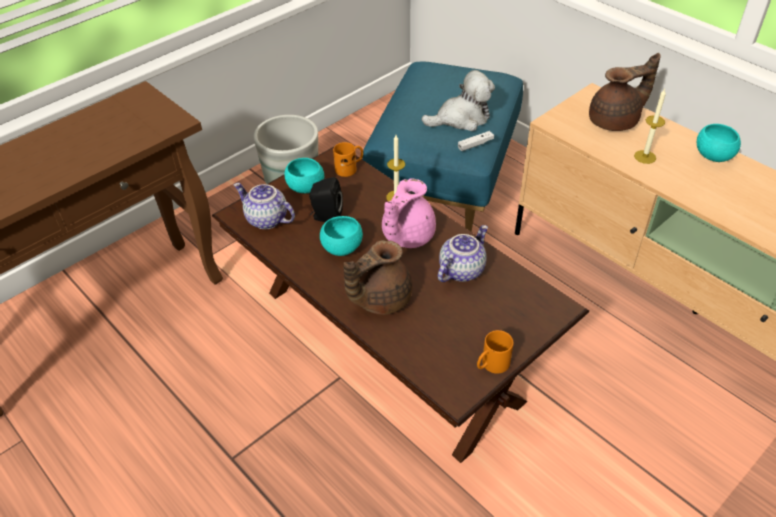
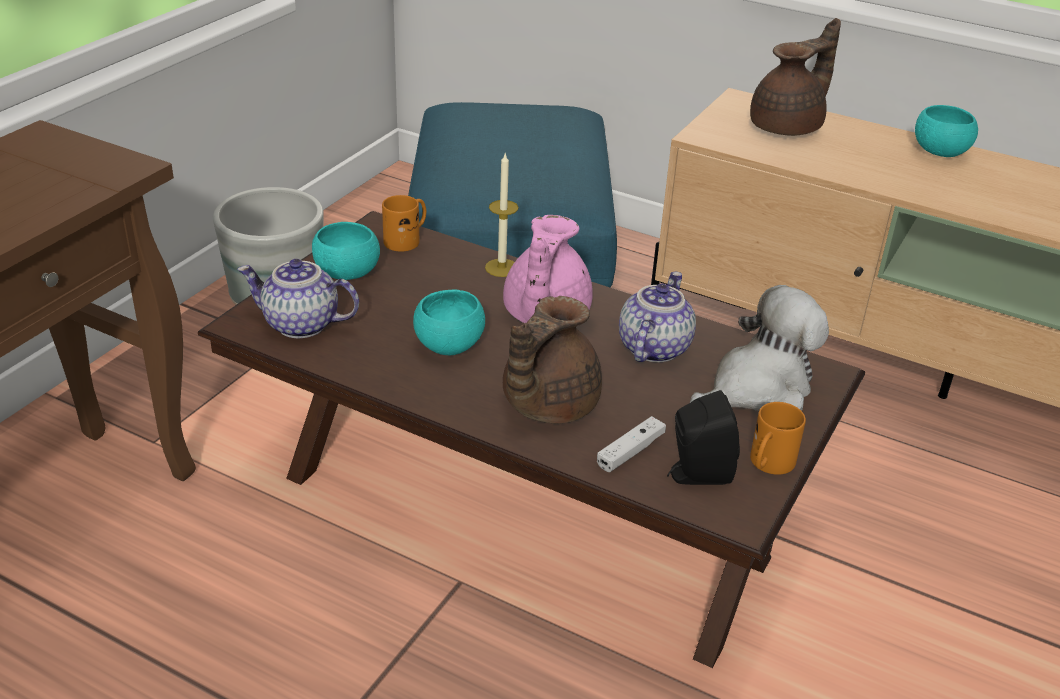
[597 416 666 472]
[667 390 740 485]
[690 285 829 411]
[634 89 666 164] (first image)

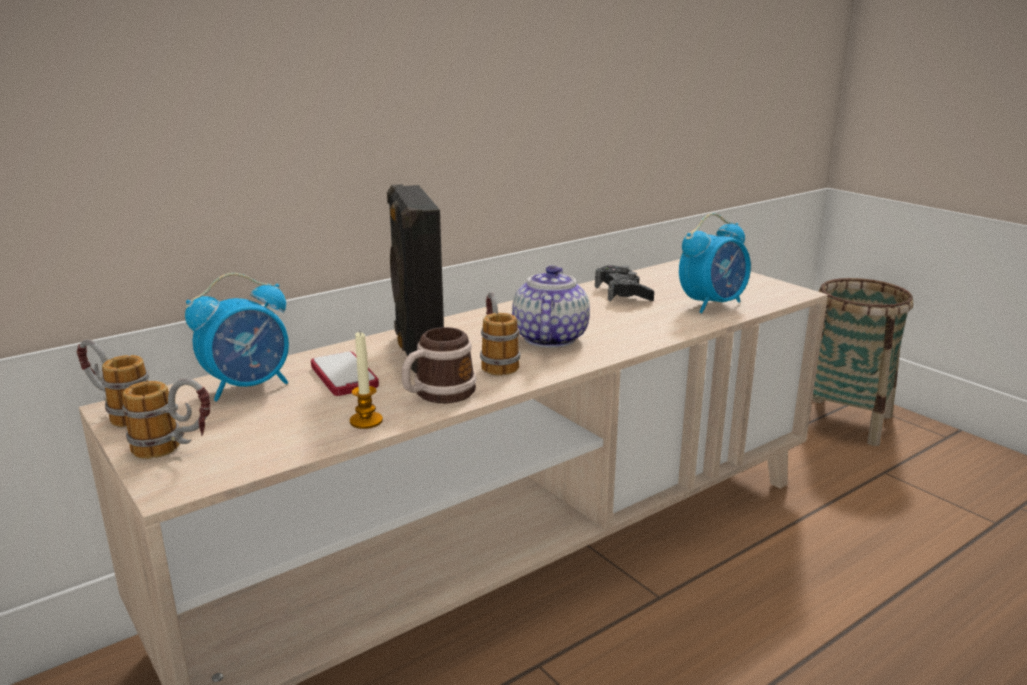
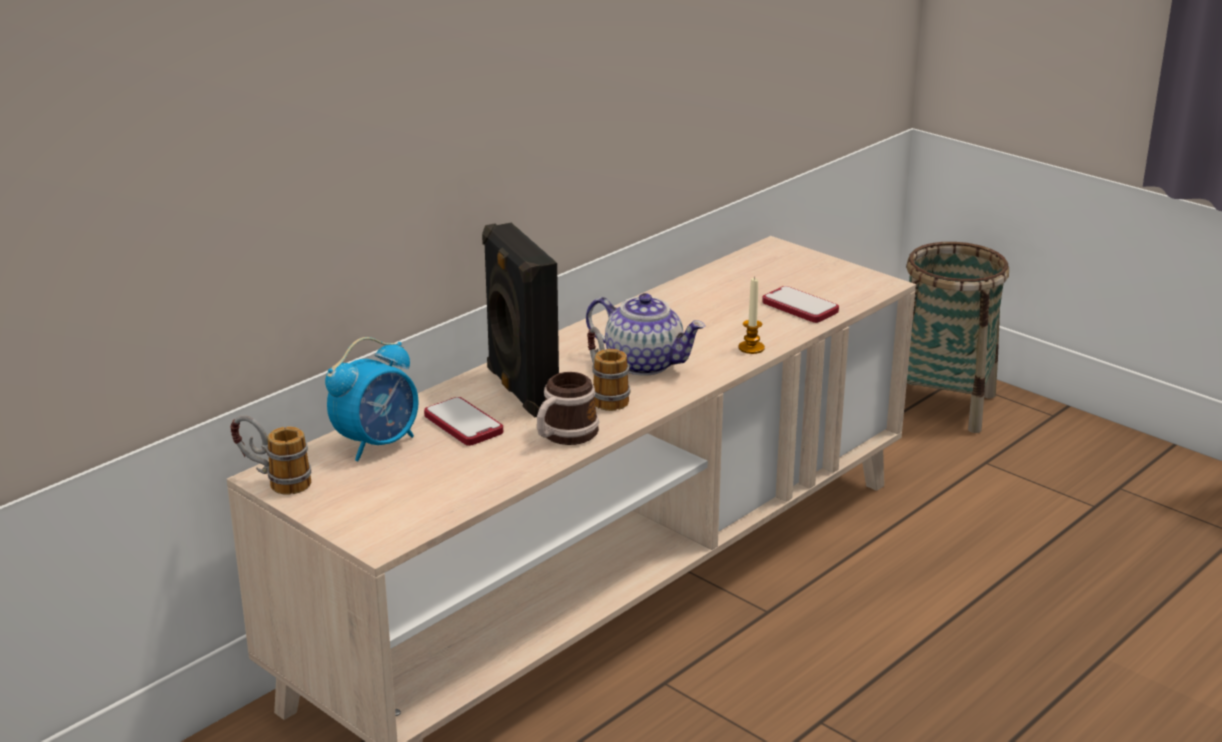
[586 293 705 376]
[738 278 765 354]
[762 286 839 323]
[122 378 211 459] (first image)
[595 265 654 302] (first image)

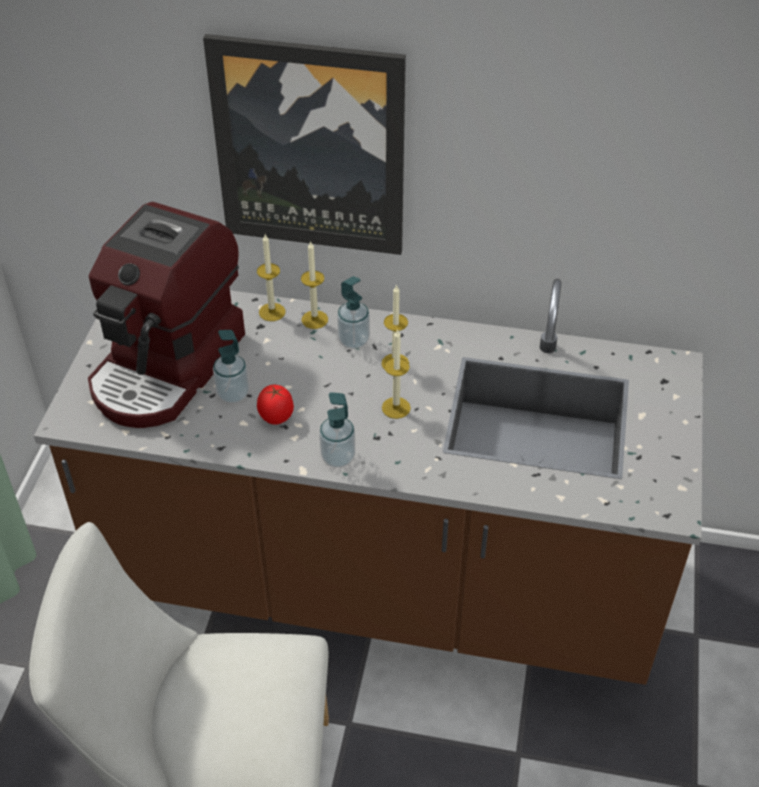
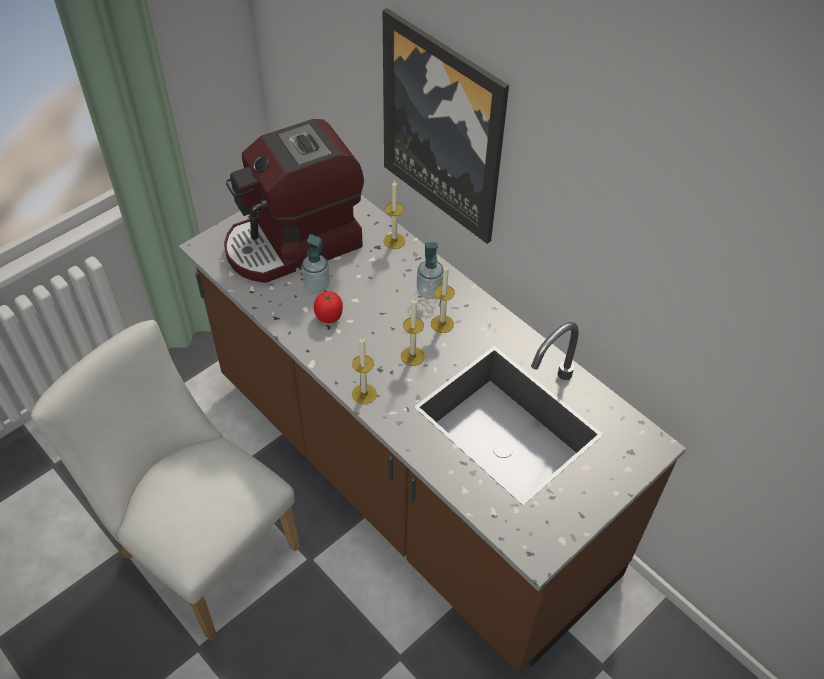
[352 337 377 405]
[319 392 355 468] (first image)

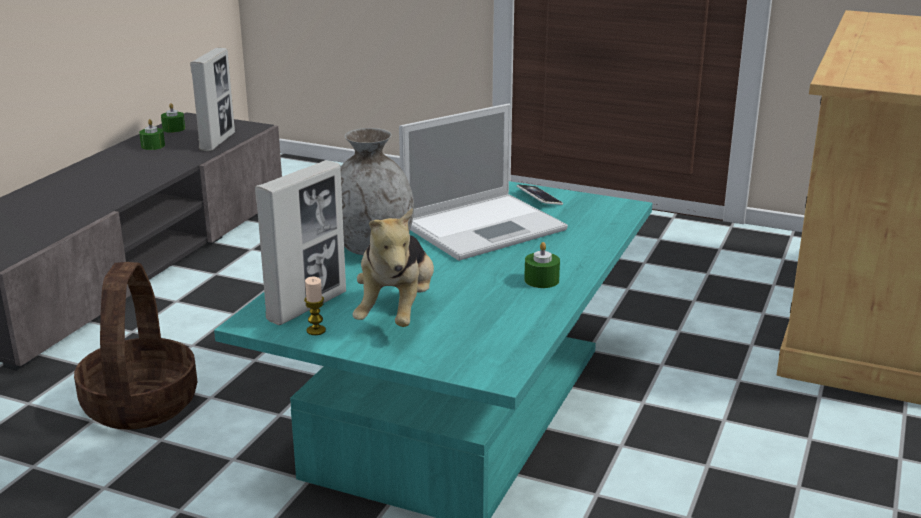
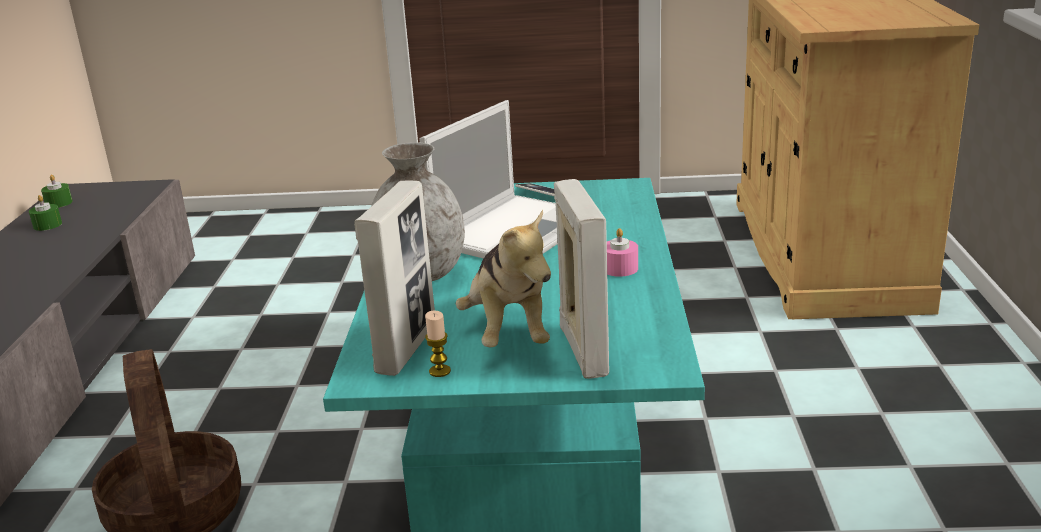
[554 179 609 379]
[607 228 638 277]

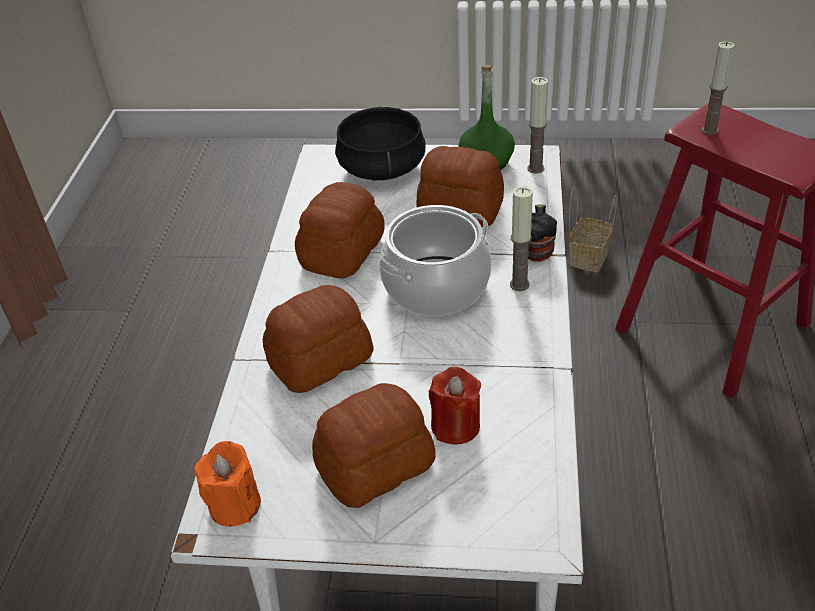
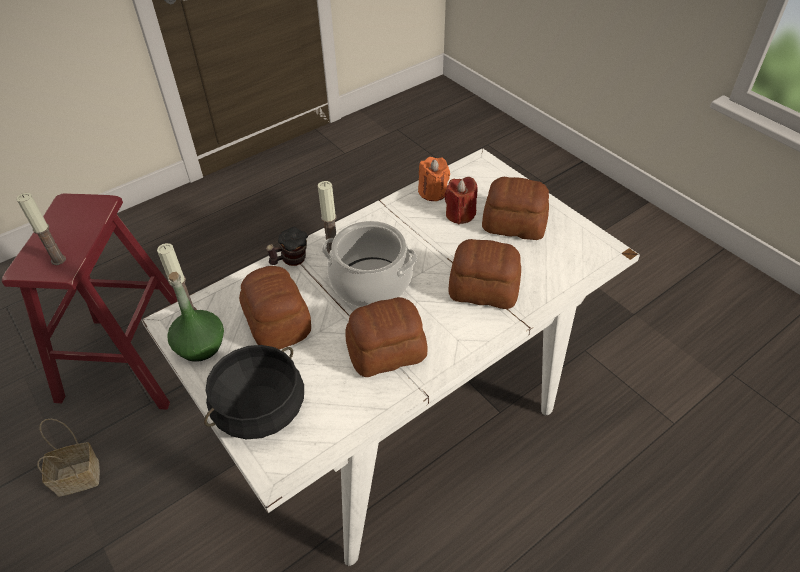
[418 157 450 201]

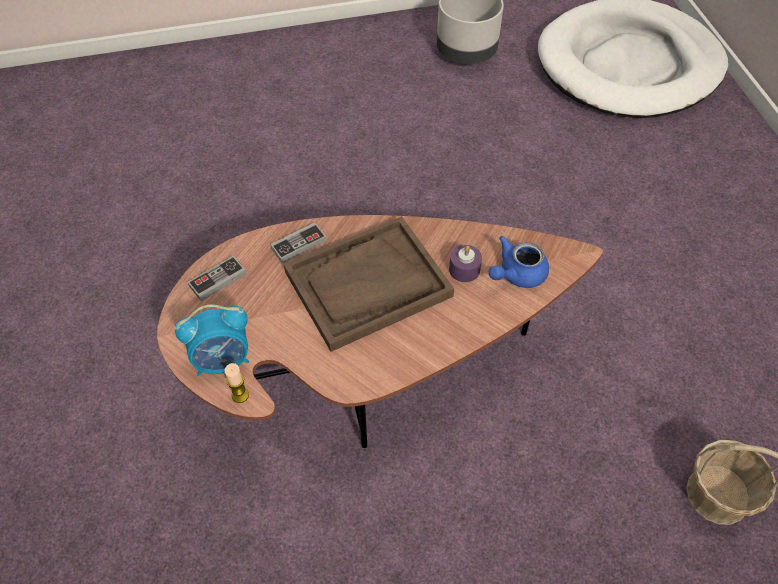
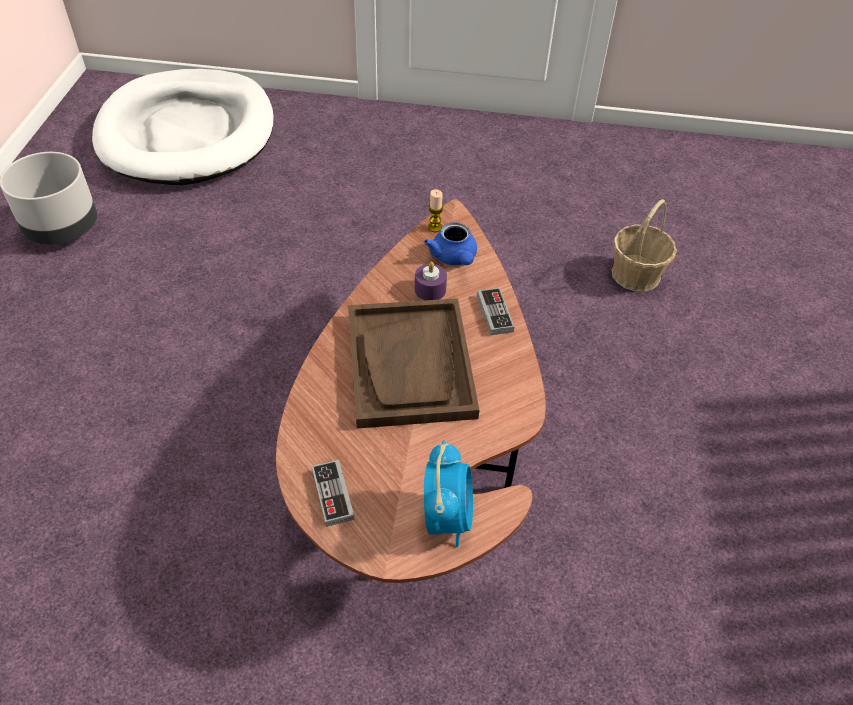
[428 189 444 232]
[477 288 514 335]

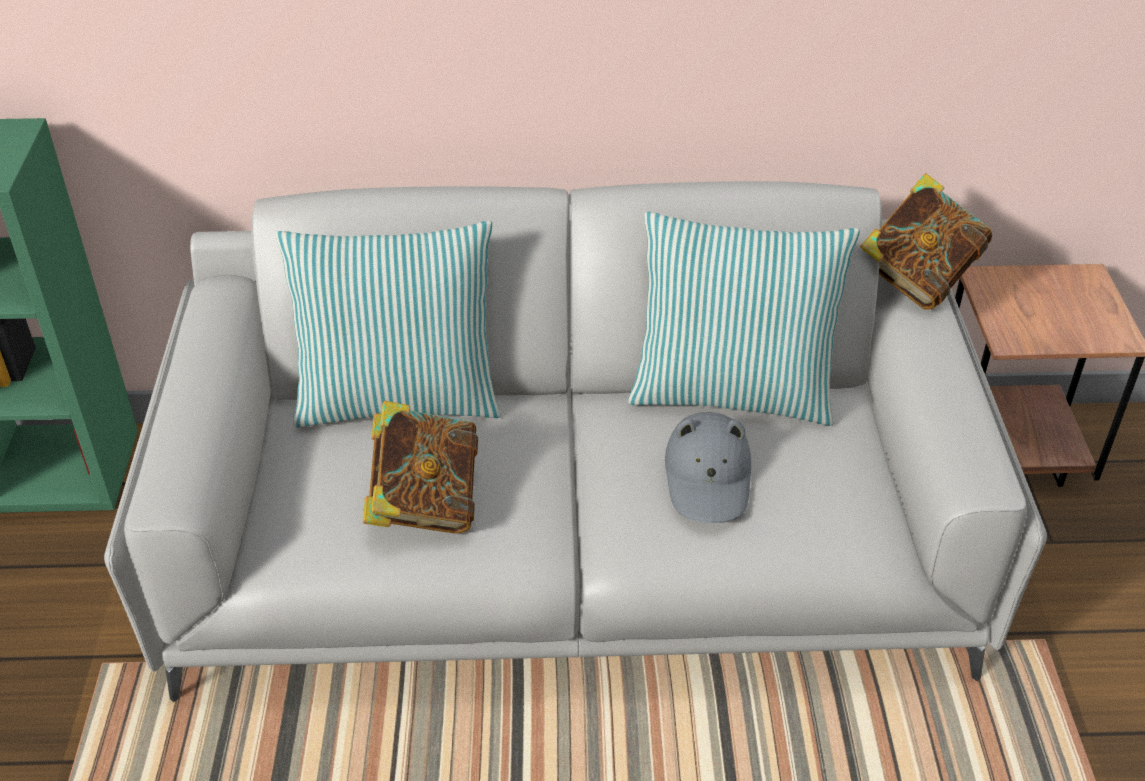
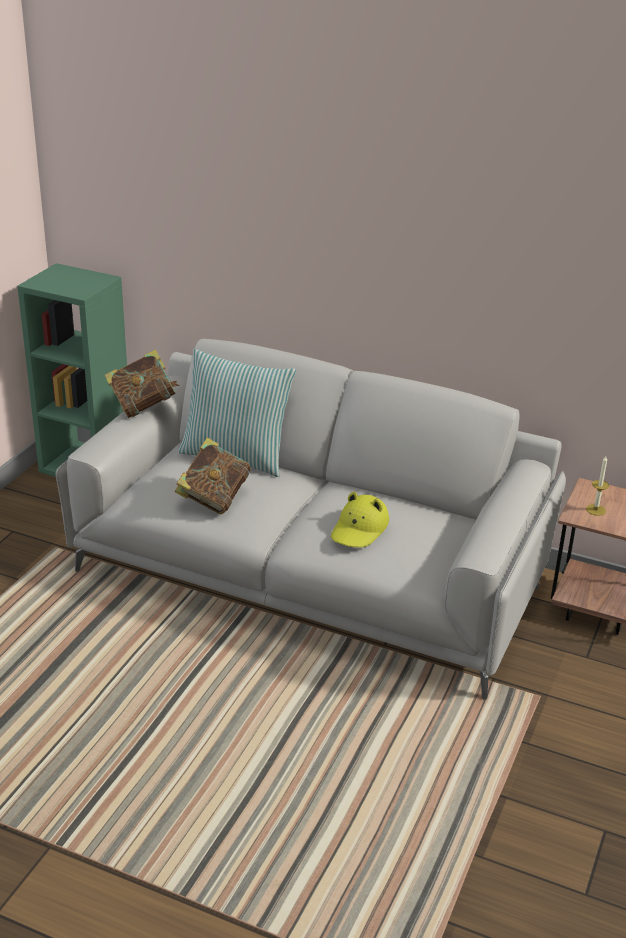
[105 349 179 418]
[331 492 389 548]
[586 456 609 516]
[628 212 860 426] (first image)

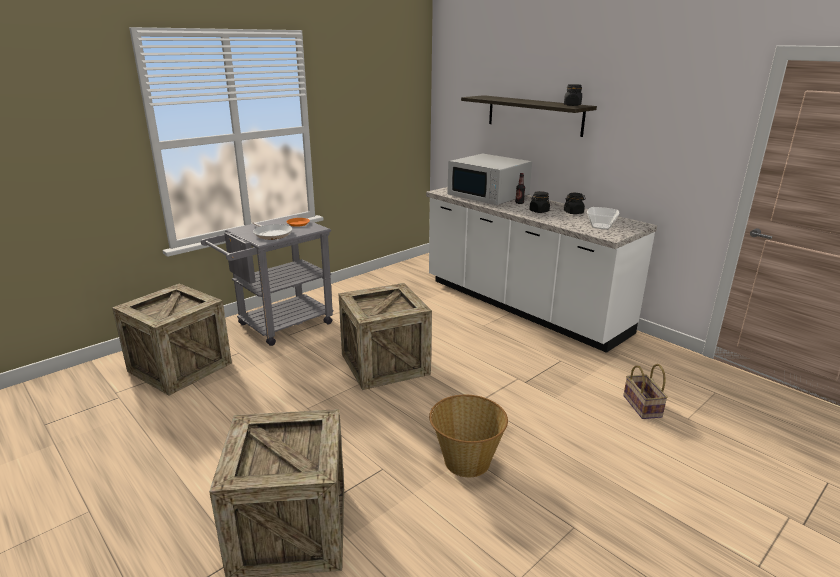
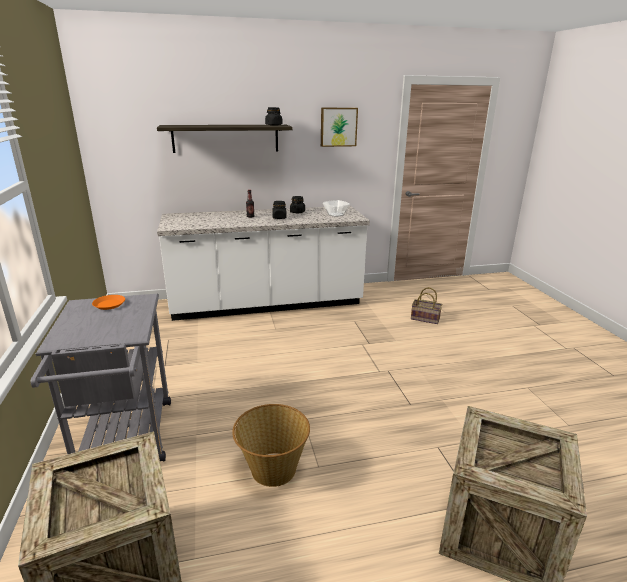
[232 404 310 487]
[321 108 358 147]
[252 222 292 240] (first image)
[338 283 432 390] (first image)
[447 154 532 205] (first image)

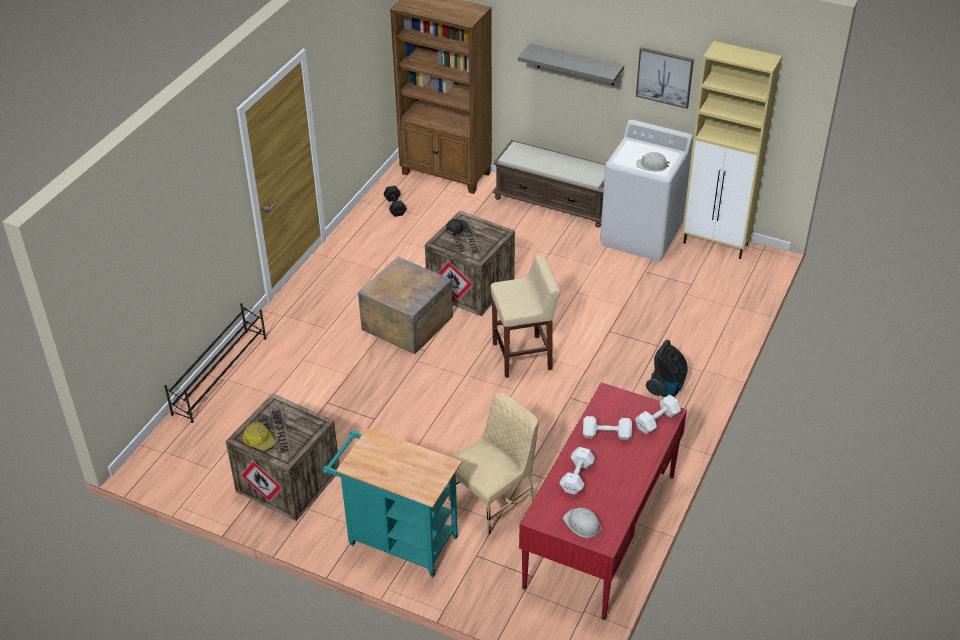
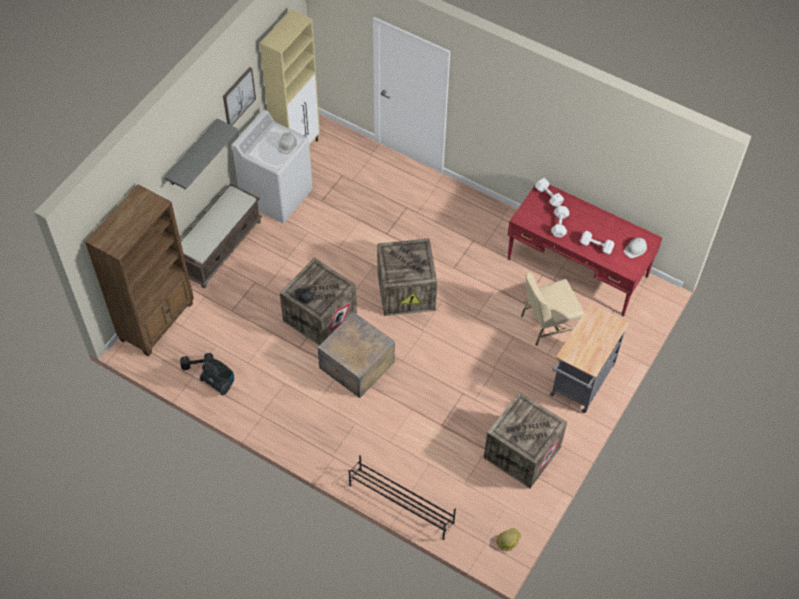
[200 359 234 395]
[377 238 437 316]
[497 528 521 551]
[521 273 584 346]
[550 303 629 413]

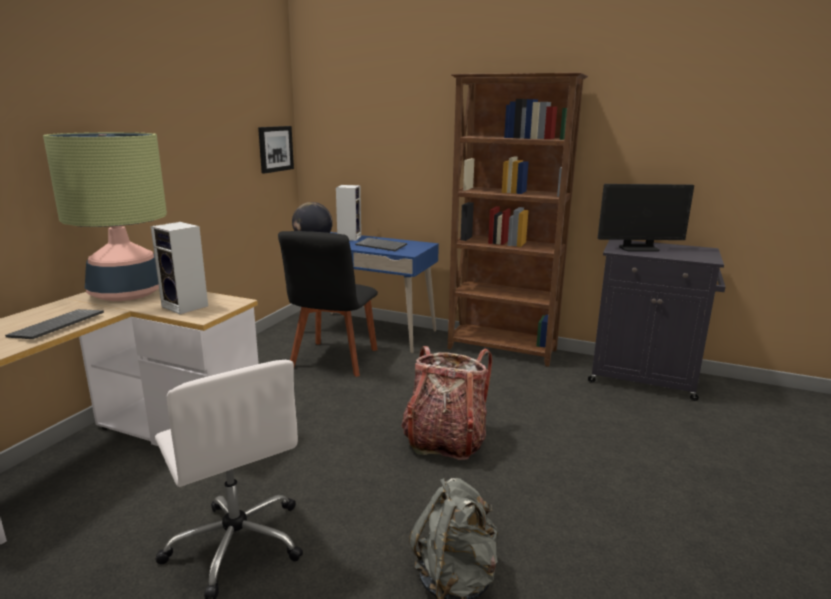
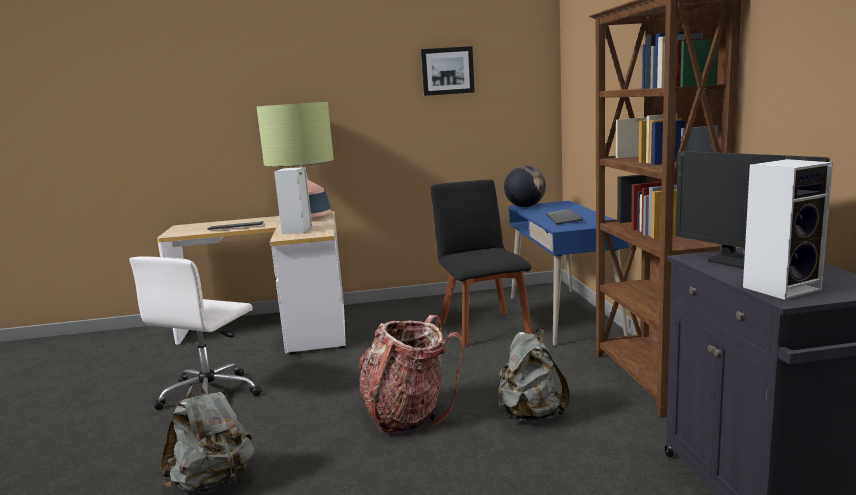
[421 46 475 96]
[430 179 532 346]
[498 329 570 421]
[743 159 833 300]

